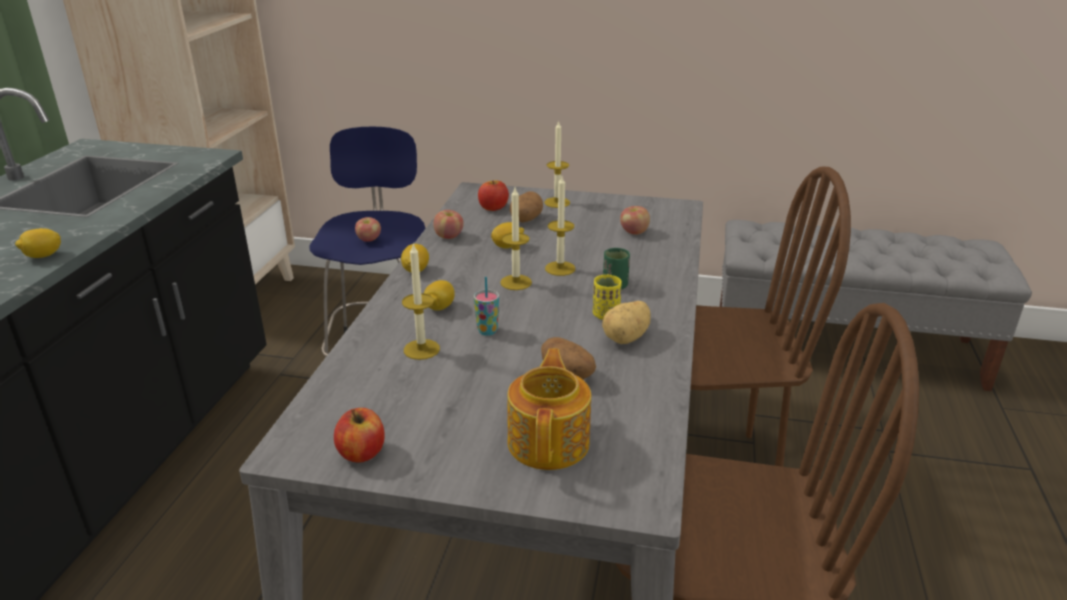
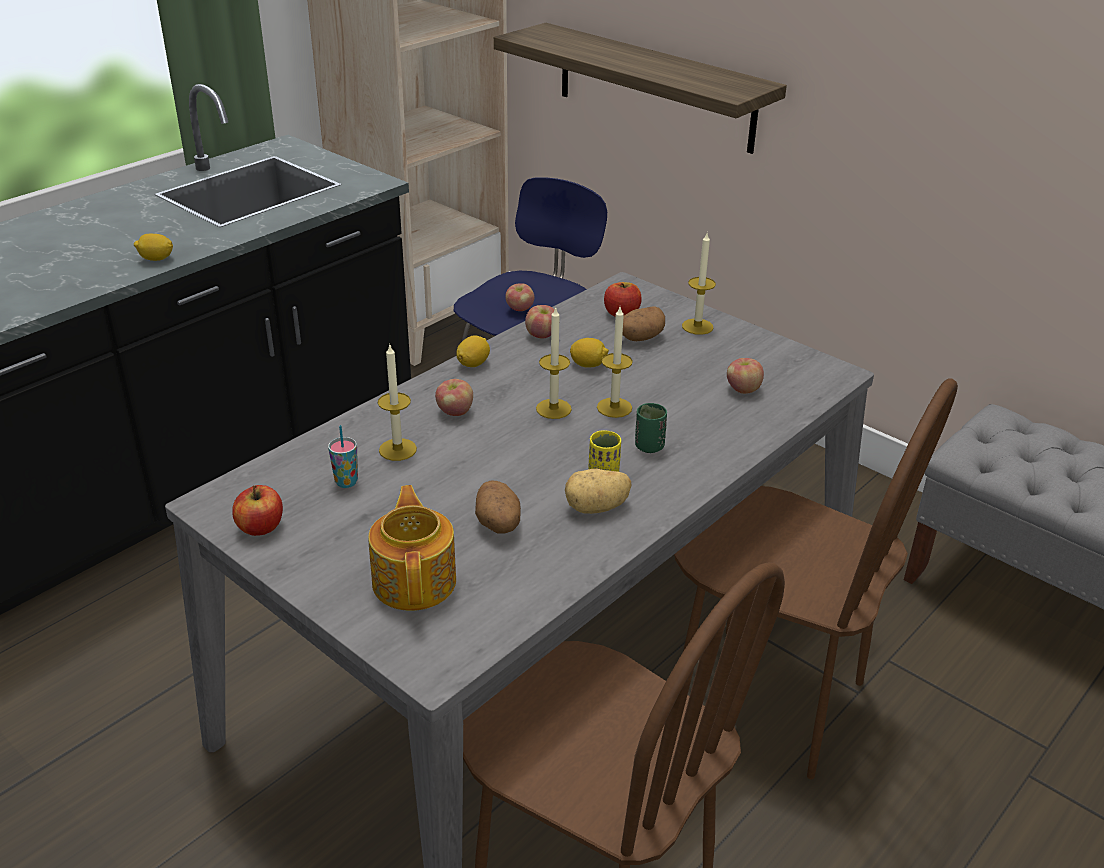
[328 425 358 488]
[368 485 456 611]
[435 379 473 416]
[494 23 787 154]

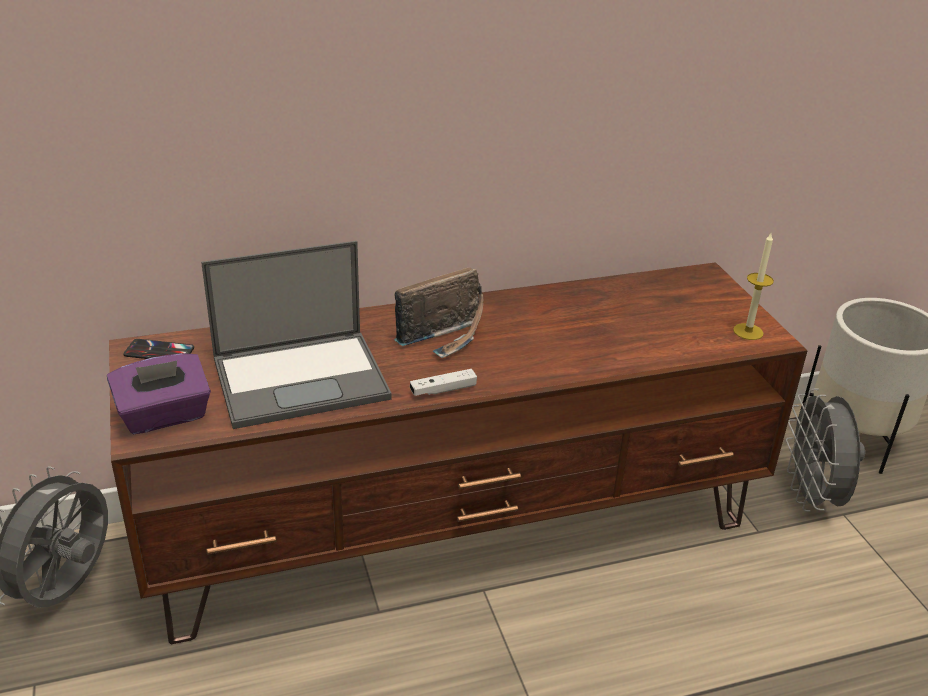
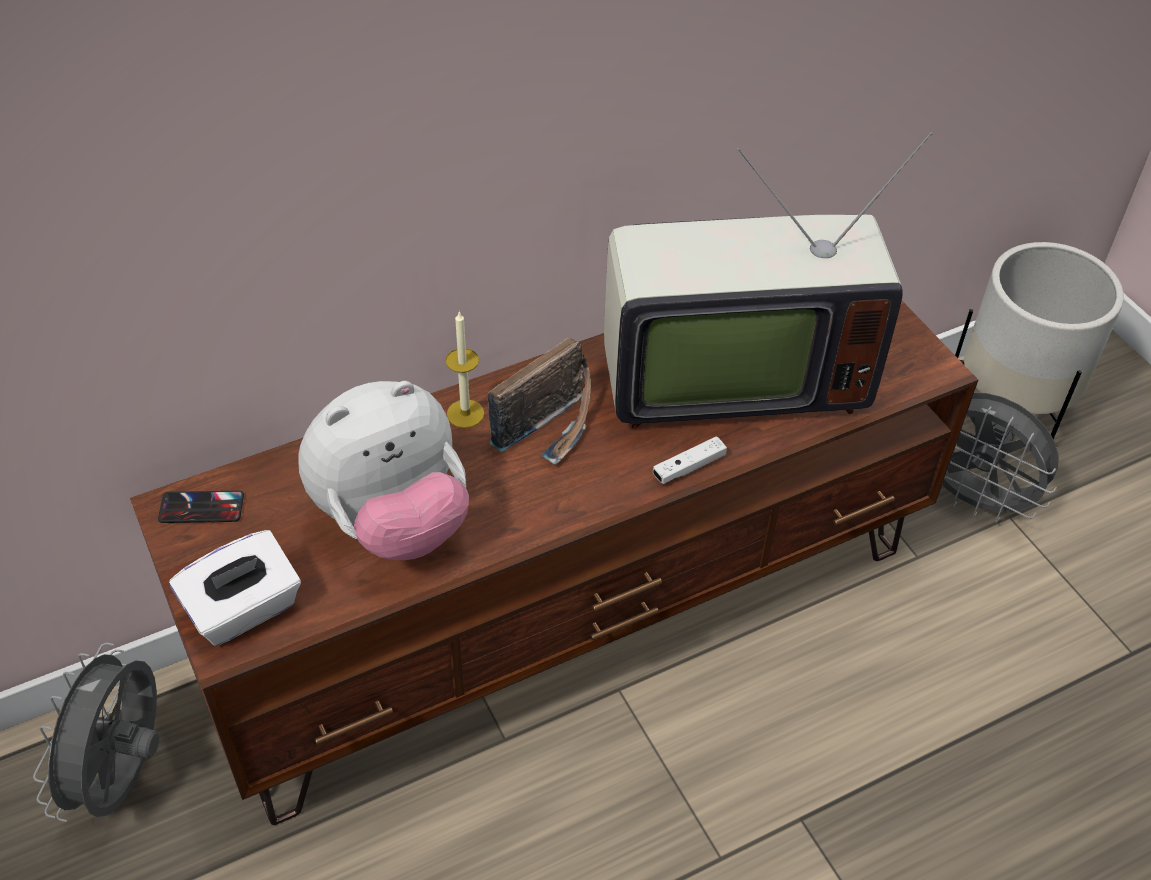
[169 530 301 646]
[298 381 469 560]
[446 312 485 428]
[604 132 933 429]
[653 436 727 484]
[942 393 1059 523]

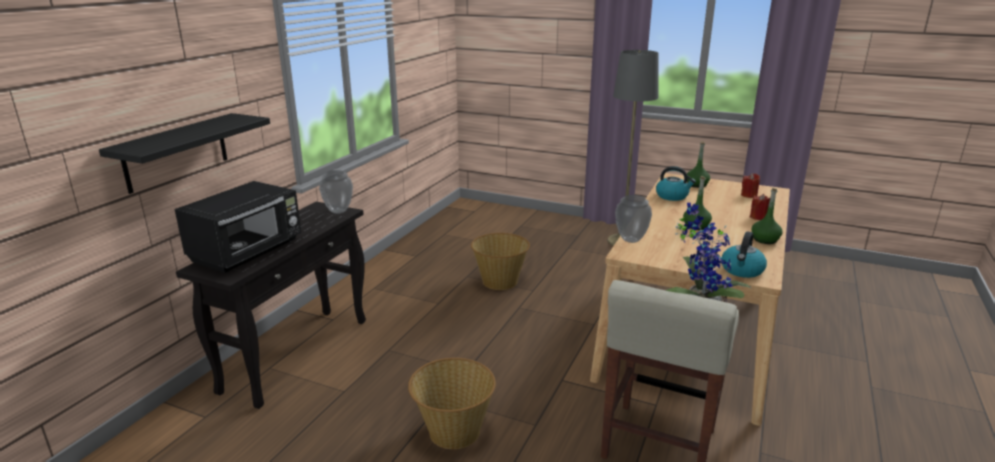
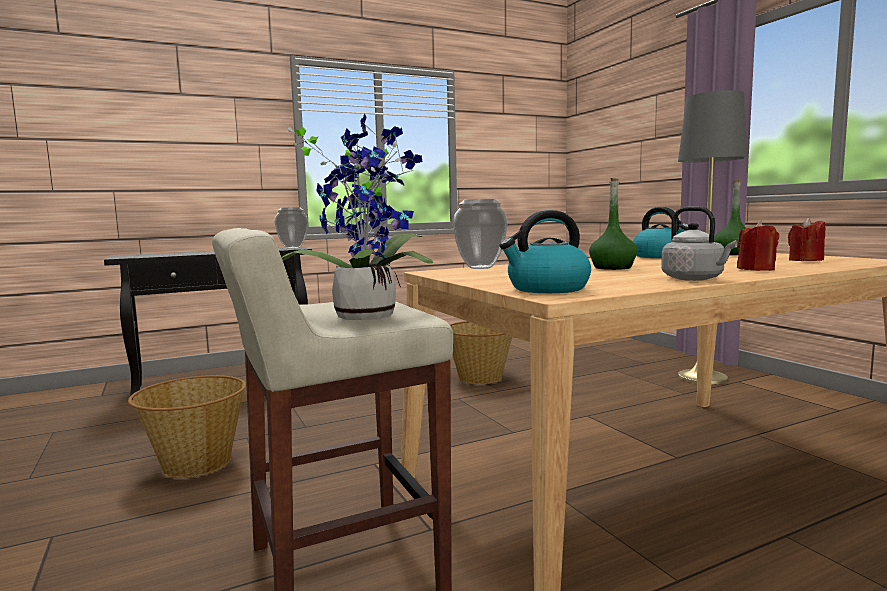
[661 206 738 281]
[99 113 270 194] (first image)
[175 181 301 273] (first image)

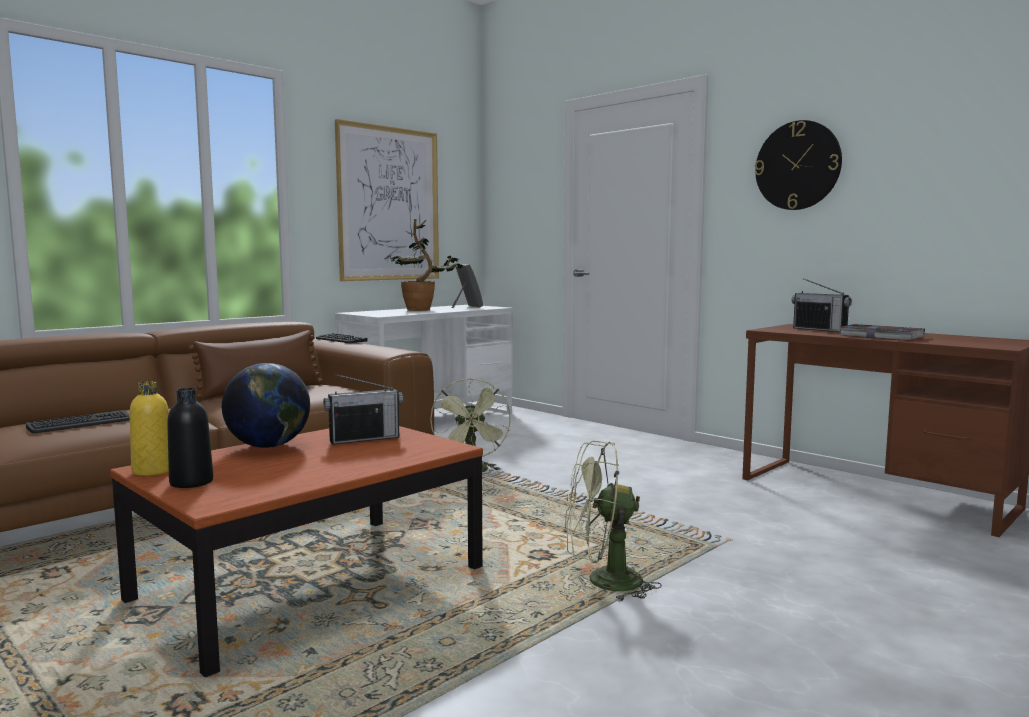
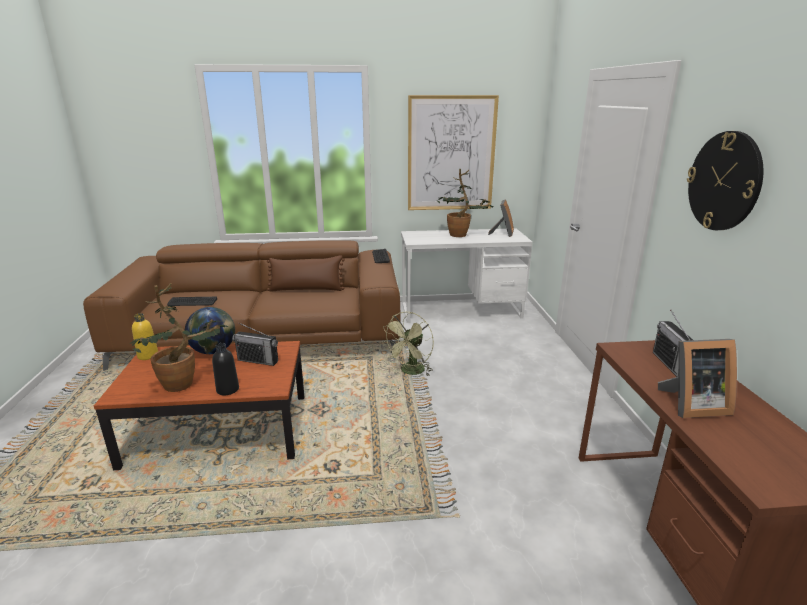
[131 283 229 392]
[212 343 239 395]
[658 339 737 418]
[565 441 662 602] (first image)

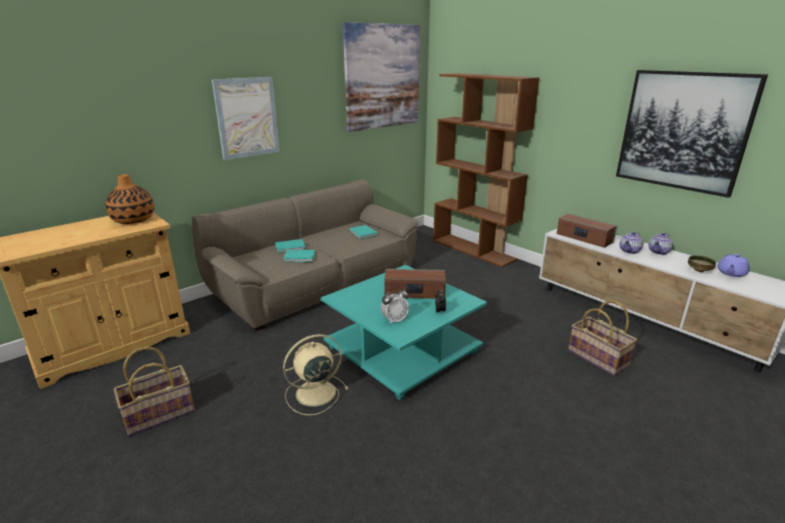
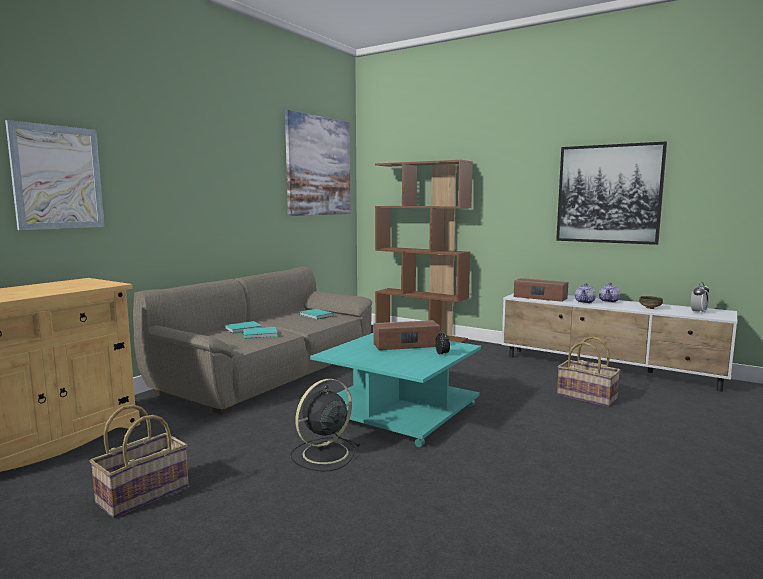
[5 120 105 230]
[290 379 361 471]
[691 282 709 314]
[106 174 154 224] (first image)
[717 254 750 277] (first image)

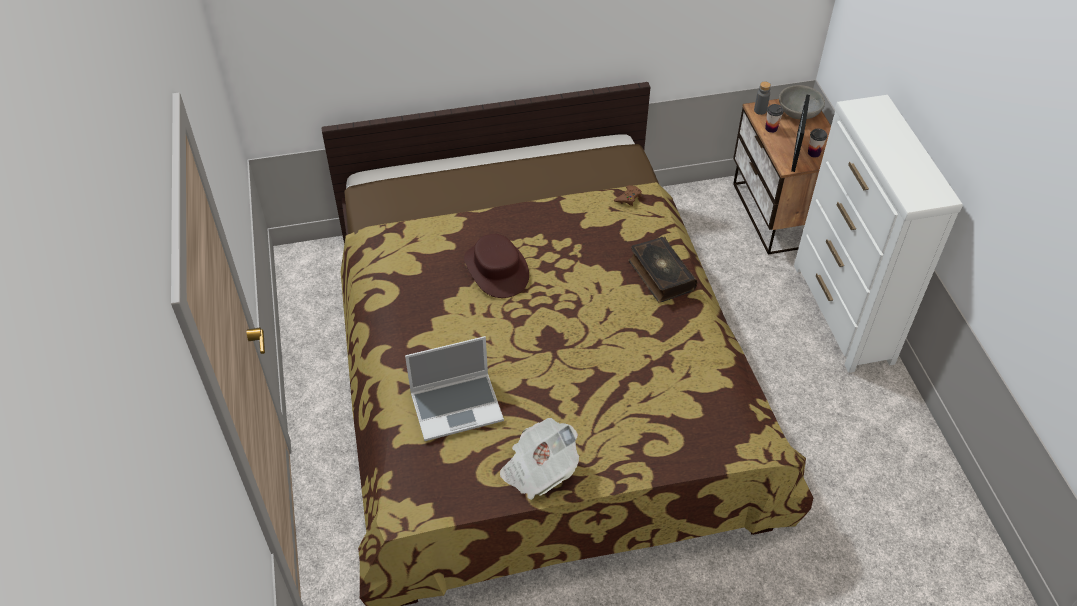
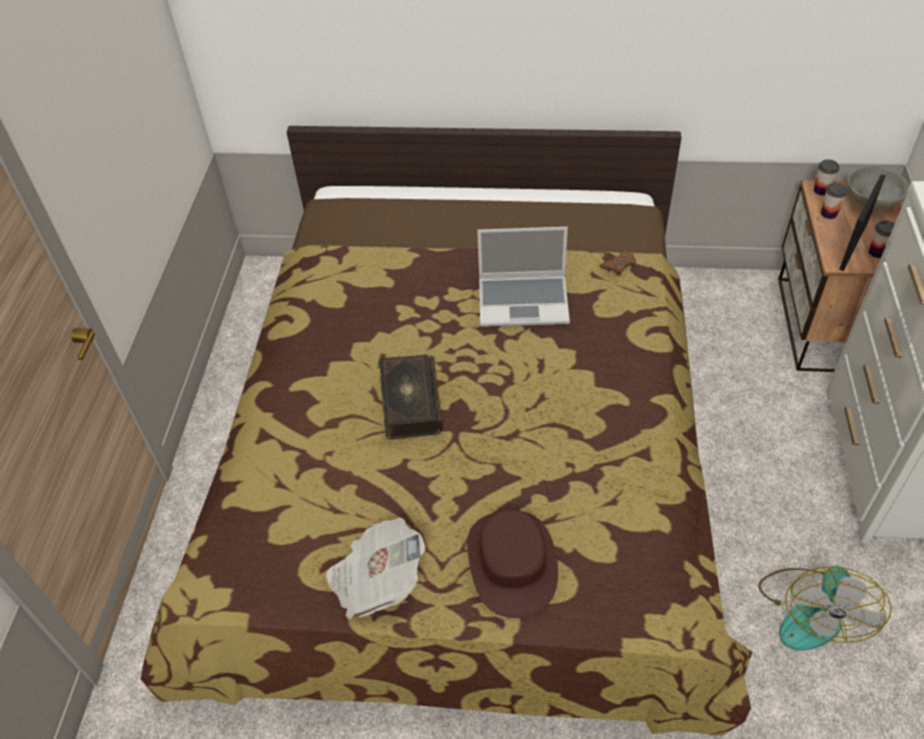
[379 354 443 440]
[467 510 558 618]
[477 227 570 327]
[758 566 892 651]
[814 159 840 196]

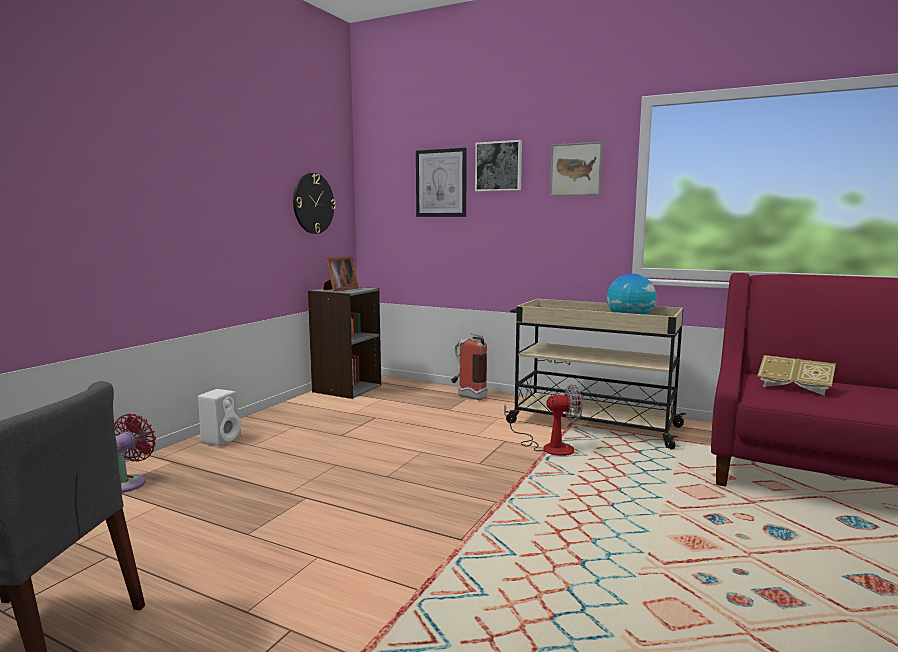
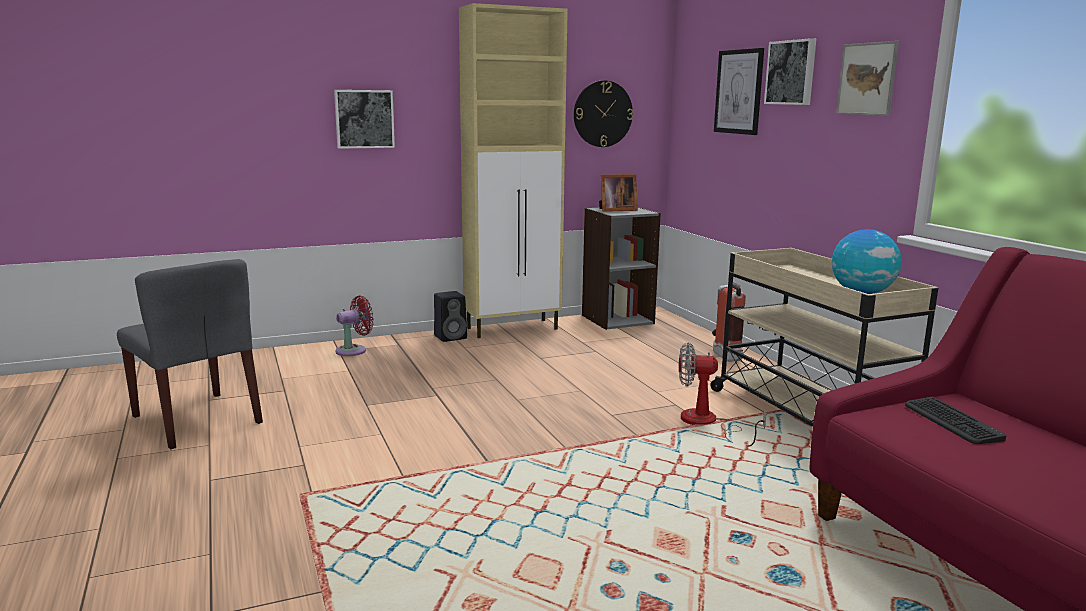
[334 90 395 149]
[434 291 467 342]
[459 3 568 338]
[679 342 766 447]
[905 397 1006 444]

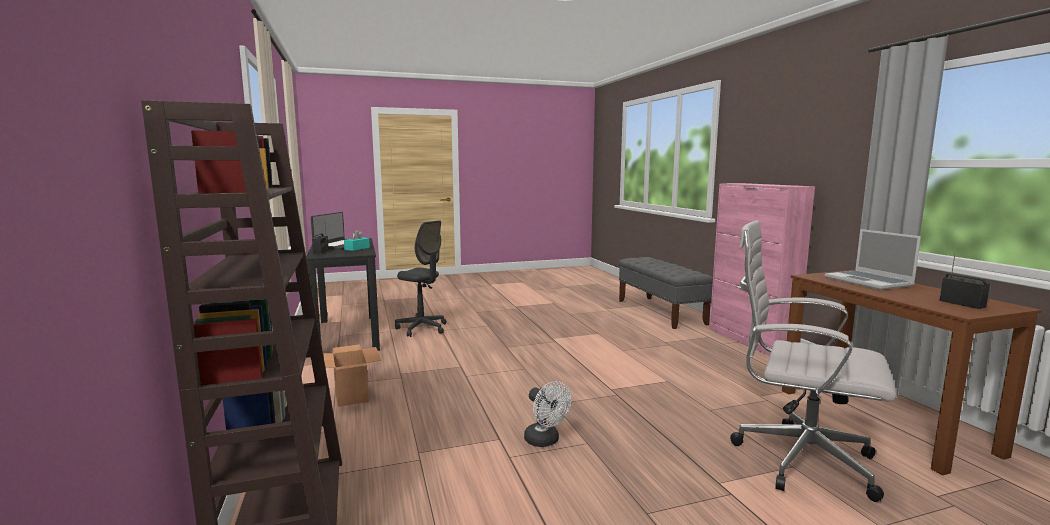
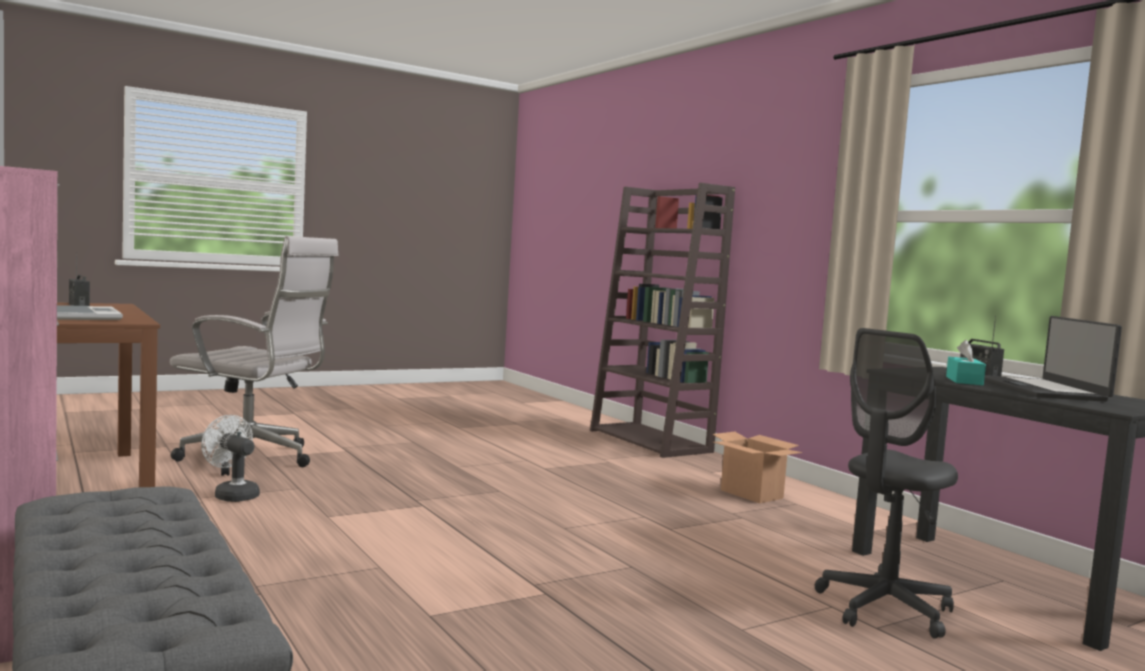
[201 415 260 502]
[815 328 958 639]

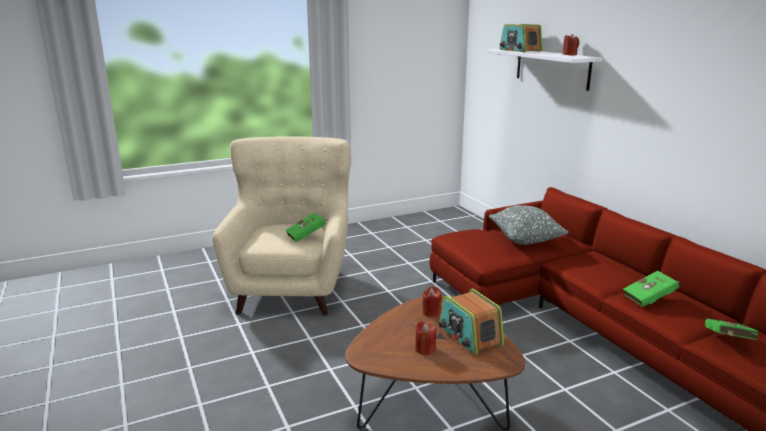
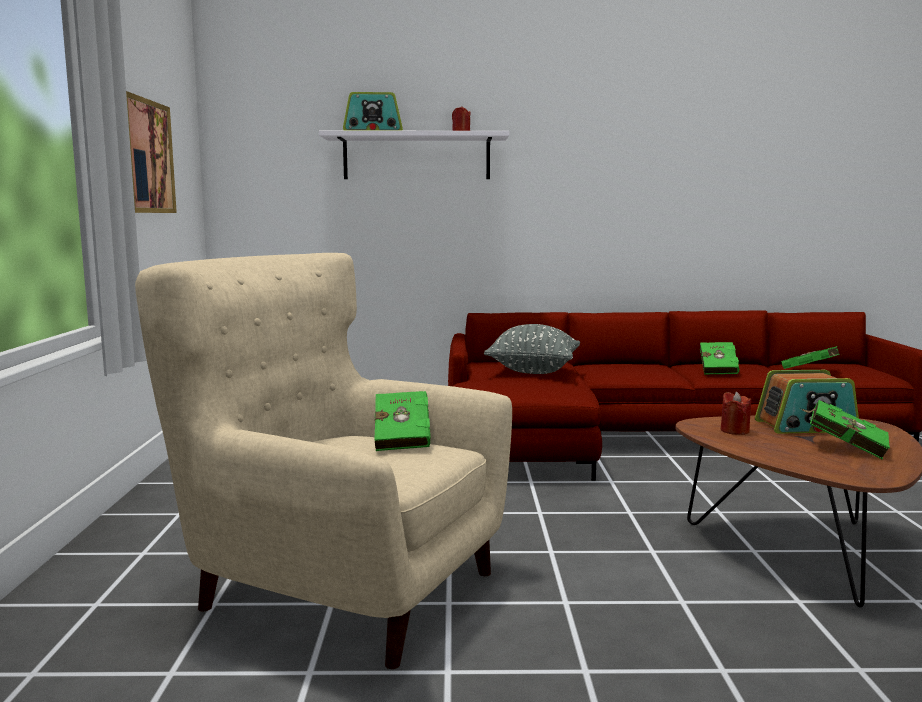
[126 91 177 213]
[800 400 890 459]

